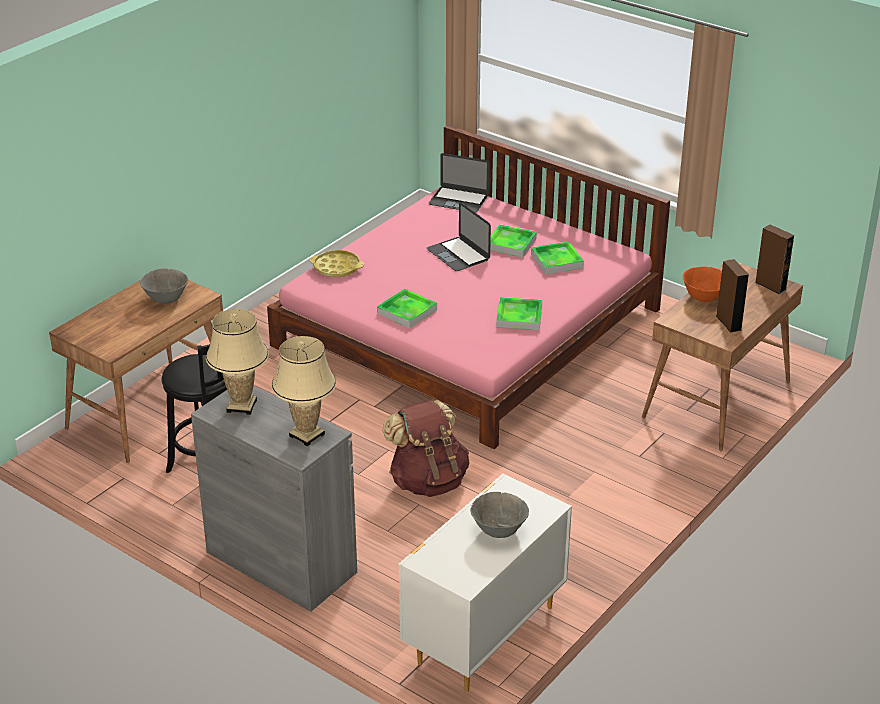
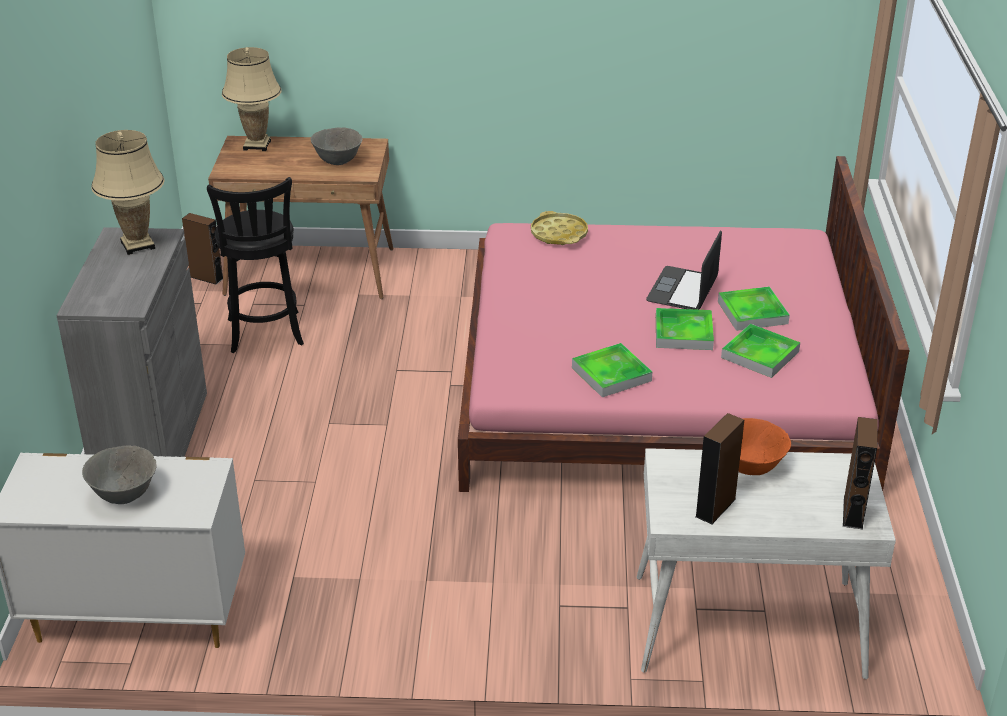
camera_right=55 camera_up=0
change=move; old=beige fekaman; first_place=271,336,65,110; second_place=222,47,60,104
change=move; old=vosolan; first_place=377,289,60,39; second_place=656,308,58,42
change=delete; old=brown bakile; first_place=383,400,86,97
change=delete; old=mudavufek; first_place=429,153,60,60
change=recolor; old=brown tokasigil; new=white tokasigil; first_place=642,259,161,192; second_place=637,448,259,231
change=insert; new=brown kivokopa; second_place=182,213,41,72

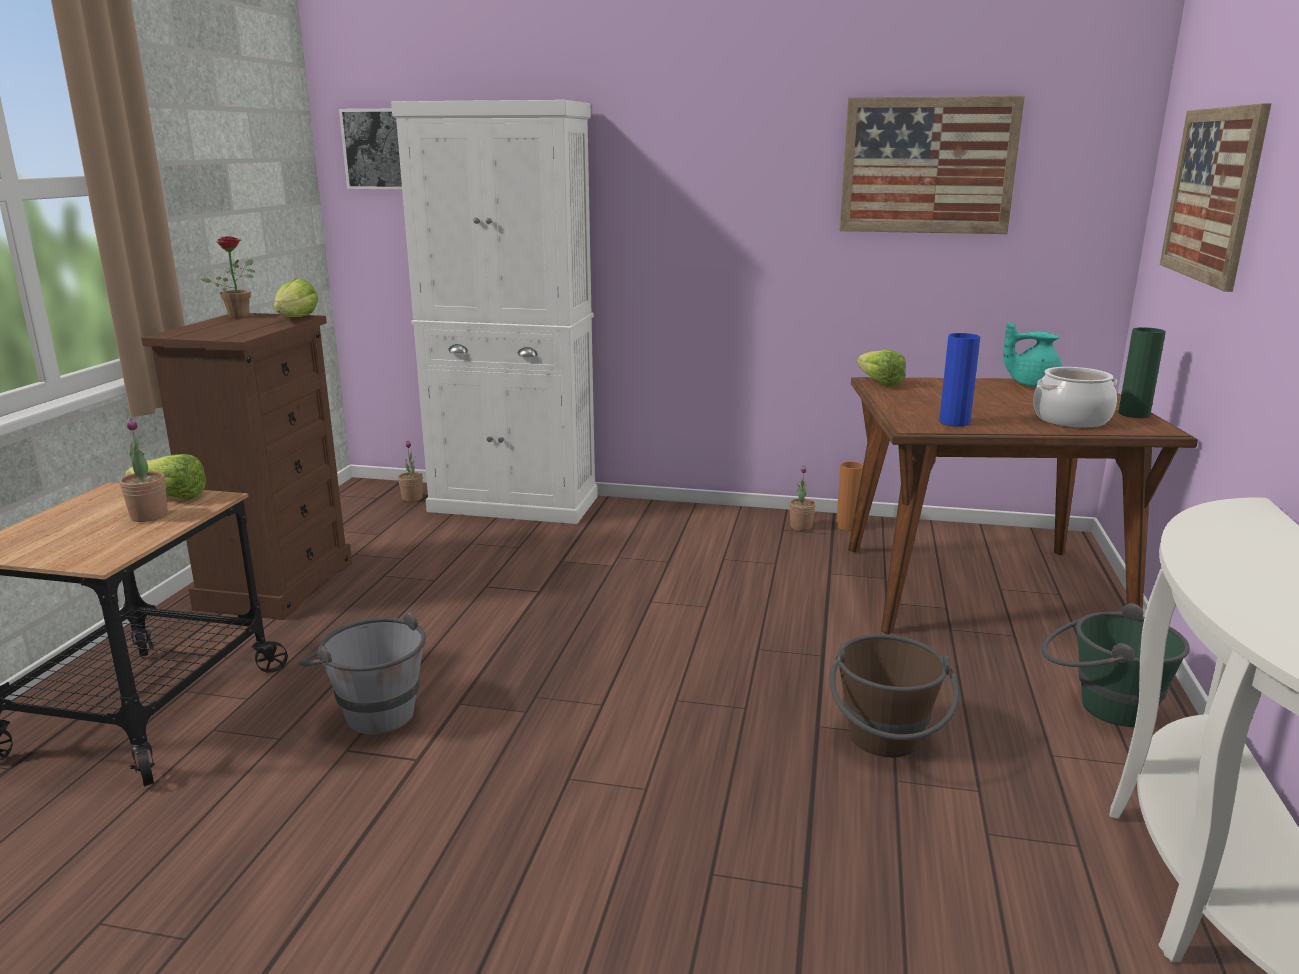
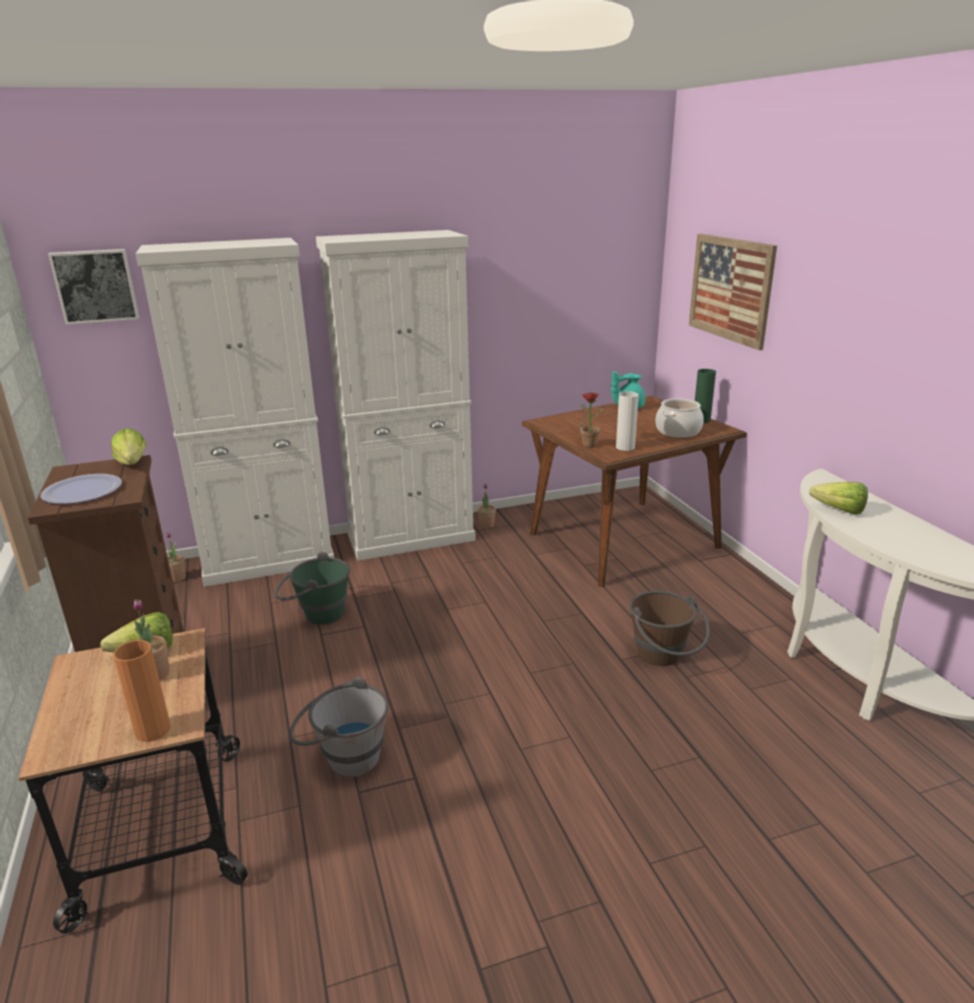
camera_right=-30 camera_up=5
change=move; old=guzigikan; first_place=201,236,55,83; second_place=580,392,24,56
change=move; old=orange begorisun; first_place=836,461,27,70; second_place=113,640,58,102
change=delete; old=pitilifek; first_place=839,96,186,138
change=move; old=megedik; first_place=857,350,49,37; second_place=809,482,59,33
change=recolor; old=blue begorisun; new=white begorisun; first_place=939,333,41,94; second_place=616,391,23,60
change=move; old=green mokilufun; first_place=1041,603,149,124; second_place=275,552,75,72
change=insert; new=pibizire; second_place=40,474,82,30
change=insert; new=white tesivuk; second_place=316,230,160,331

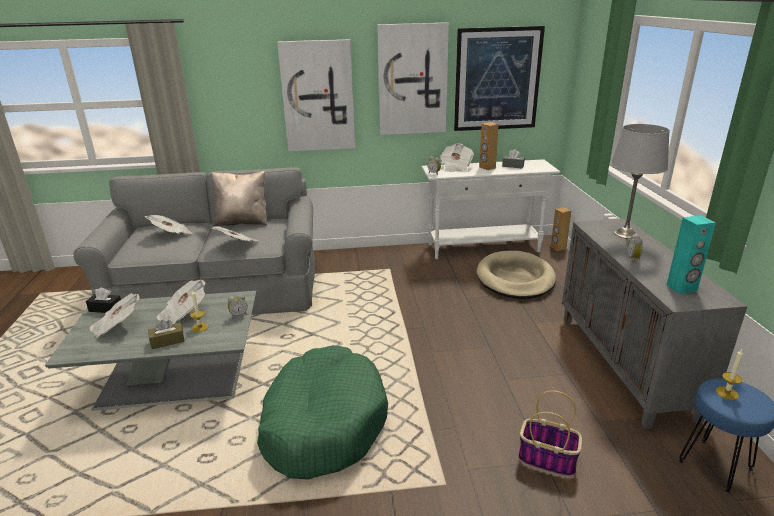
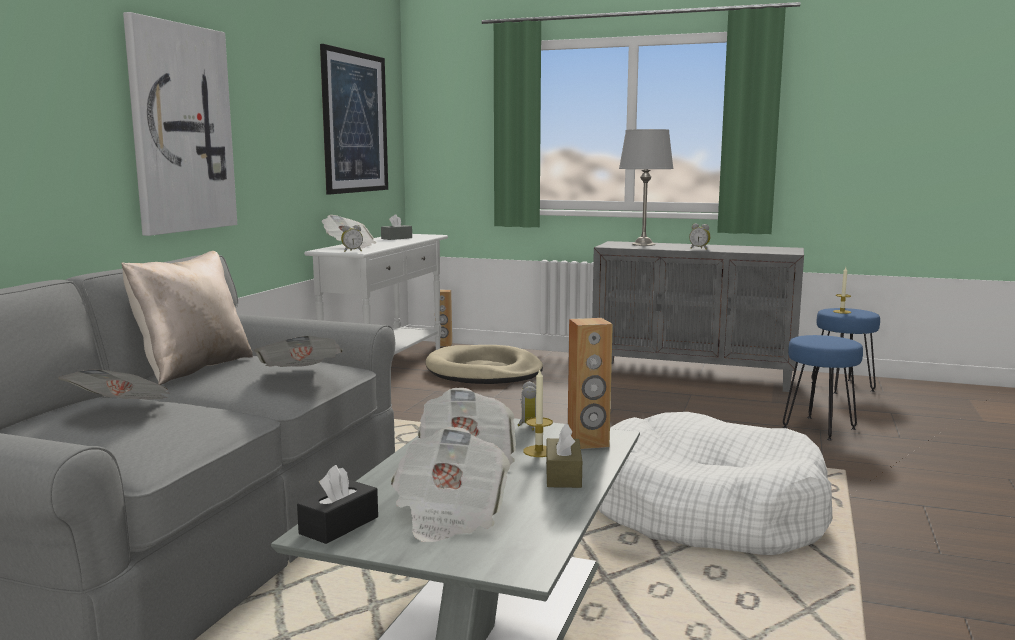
camera_right=-65 camera_up=-15
change=recolor; old=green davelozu; new=white davelozu; first_place=257,345,131,135; second_place=598,412,234,143
change=delete; old=pitilifek; first_place=377,22,72,113
change=move; old=brown kivokopa; first_place=479,122,20,48; second_place=568,318,45,131
change=replace; old=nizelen; new=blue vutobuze; first_place=519,390,63,87; second_place=783,335,80,105
change=delete; old=turquoise kivokopa; first_place=667,215,49,79

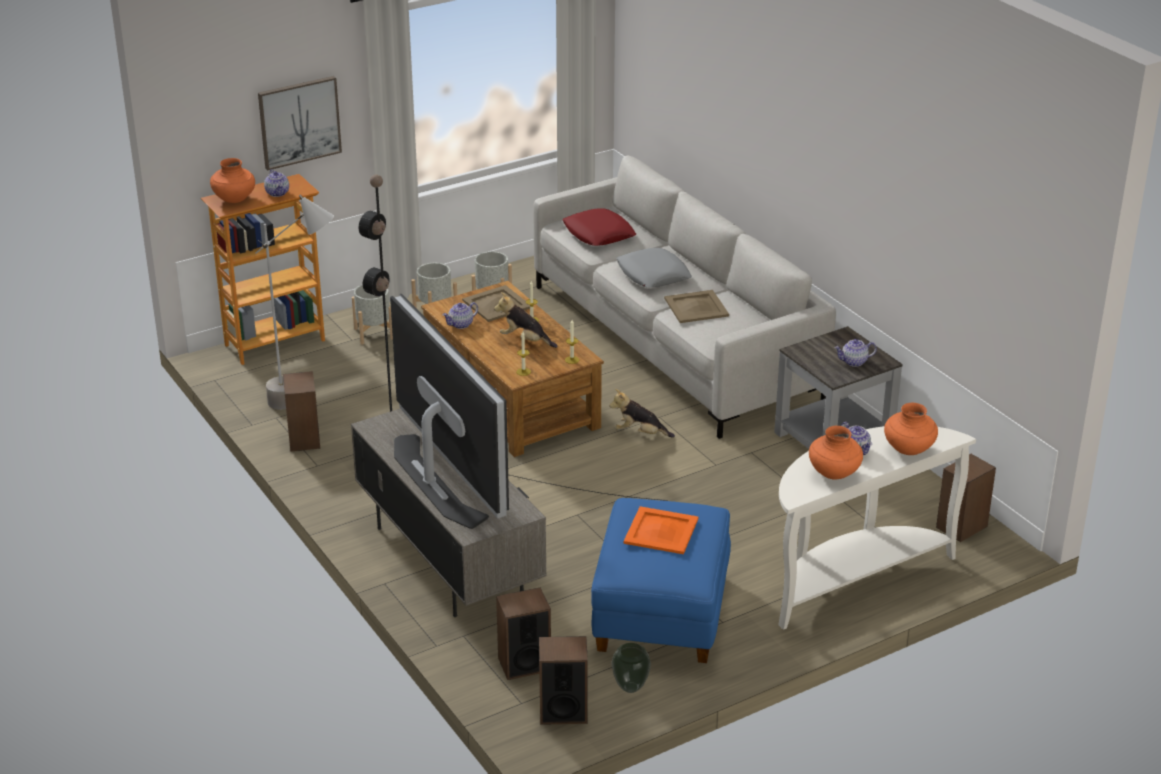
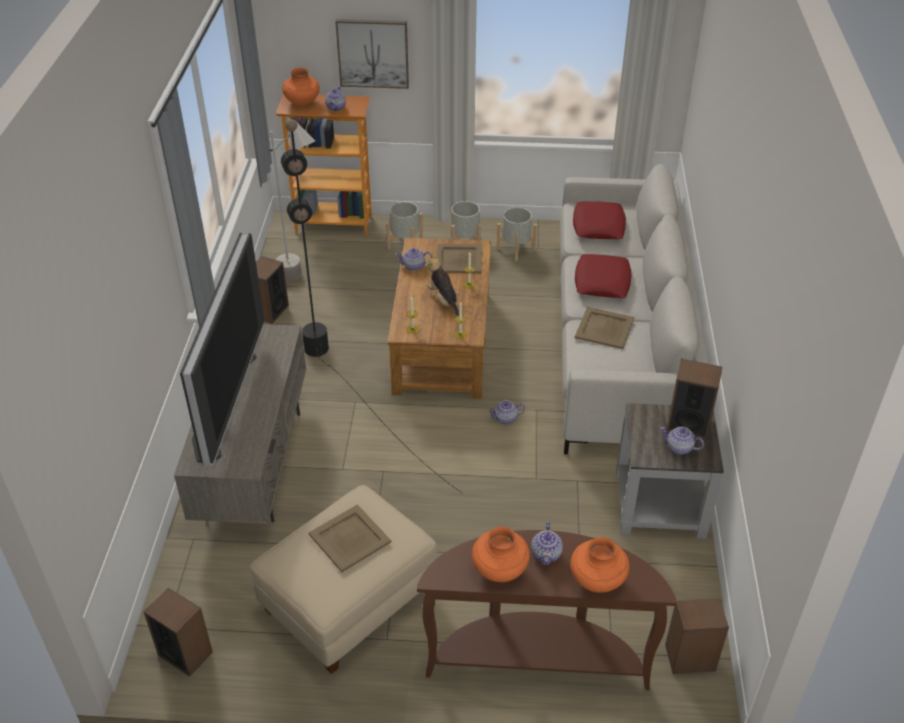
camera_right=35 camera_up=10
change=move; old=kivokopa; first_place=496,587,55,93; second_place=667,359,55,80
change=recolor; old=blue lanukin; new=beige lanukin; first_place=591,498,140,165; second_place=250,485,187,189
change=replace; old=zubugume; new=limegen; first_place=609,389,66,49; second_place=487,400,38,24
change=delete; old=begorisun; first_place=611,643,40,50
change=recolor; old=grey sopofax; new=red sopofax; first_place=617,248,75,40; second_place=575,254,56,44
change=recolor; old=orange vosolan; new=beige vosolan; first_place=624,506,74,48; second_place=309,504,82,68
change=recolor; old=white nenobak; new=brown nenobak; first_place=778,426,198,204; second_place=417,530,260,160

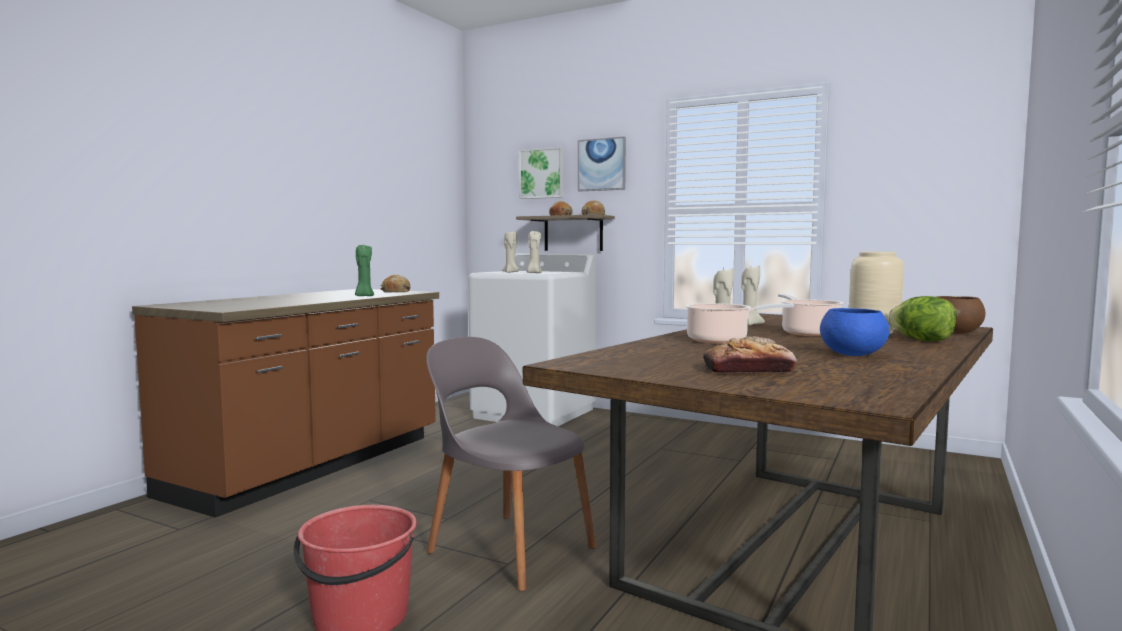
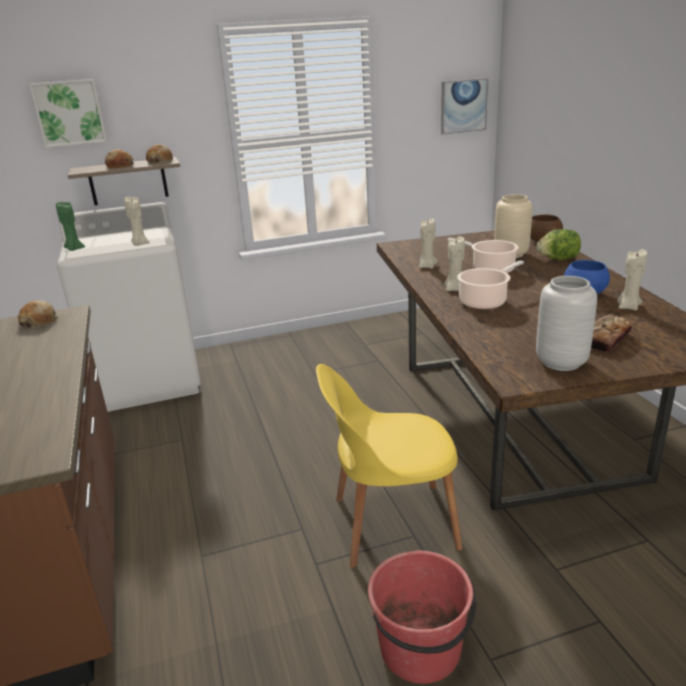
camera_right=-45 camera_up=20
change=move; old=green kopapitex; first_place=355,244,19,52; second_place=56,202,29,49
change=recolor; old=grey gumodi; new=yellow gumodi; first_place=426,337,171,254; second_place=316,364,147,204
change=move; old=beige kopapitex; first_place=502,231,17,42; second_place=617,249,31,62
change=move; old=pitilifek; first_place=578,137,48,55; second_place=441,78,47,57
change=insert; new=grey begorisun; second_place=536,276,61,95

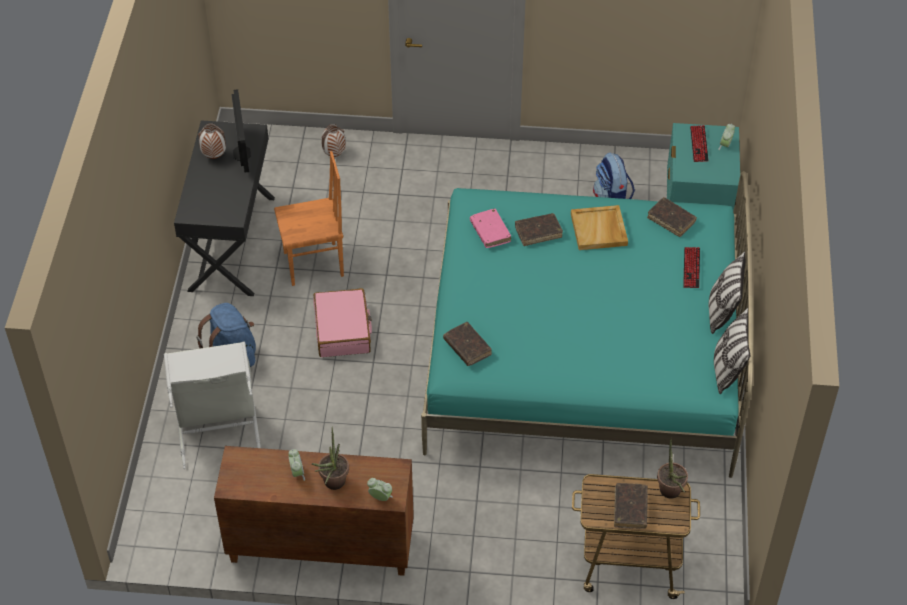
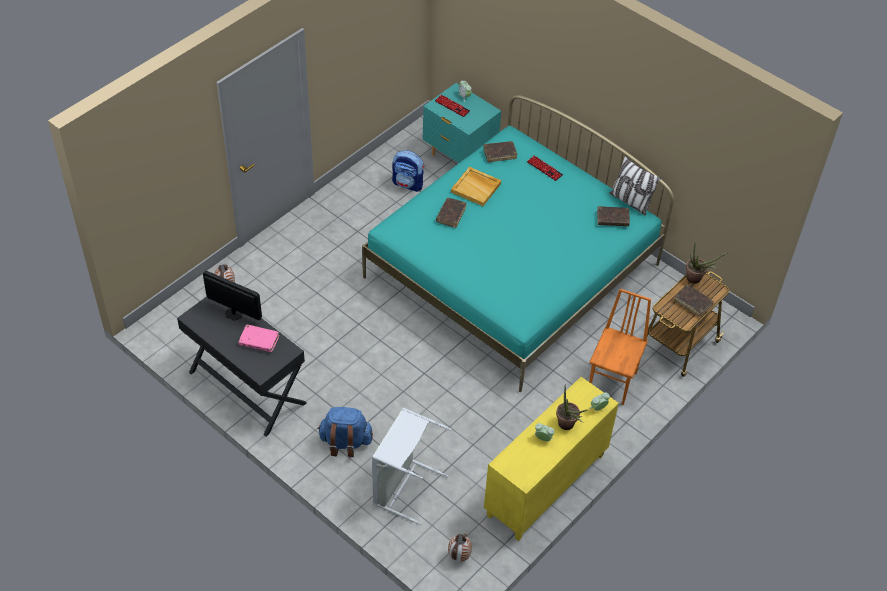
camera_right=-55 camera_up=0
change=move; old=begorisun; first_place=198,123,28,36; second_place=448,534,24,28
change=recolor; old=brown tesivuk; new=yellow tesivuk; first_place=214,446,200,130; second_place=484,377,135,164
change=move; old=orange gumodi; first_place=274,151,70,135; second_place=589,289,62,116
change=delete; old=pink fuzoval; first_place=313,288,59,69
change=move; old=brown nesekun; first_place=443,322,49,44; second_place=597,206,33,20
change=move; old=pink nesekun; first_place=470,208,41,40; second_place=239,325,40,27
change=delete; old=sopofax; first_place=709,251,36,83

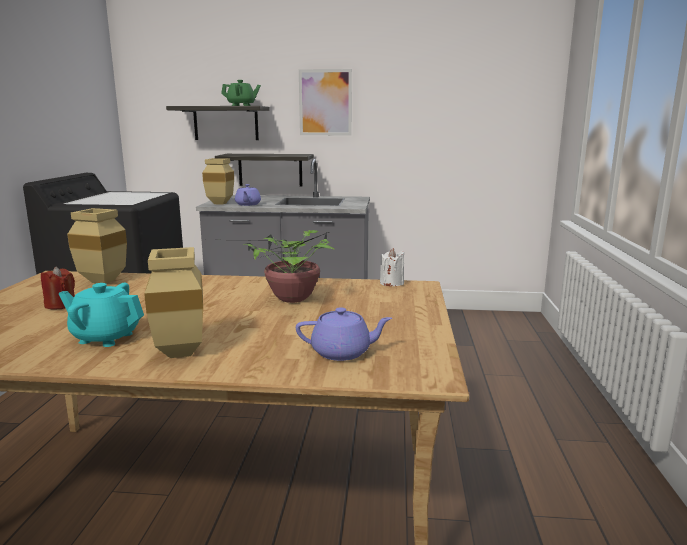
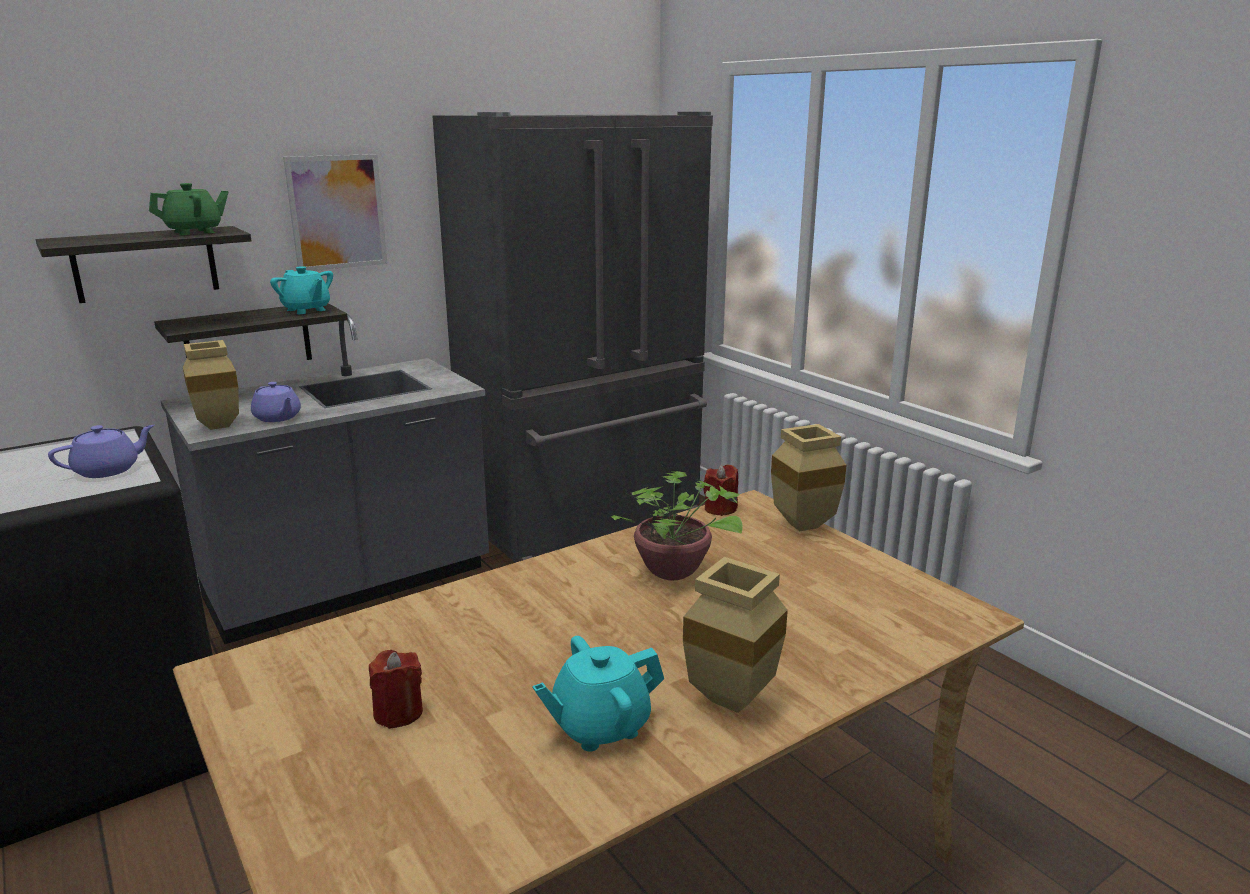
camera_right=-40 camera_up=5
change=move; old=beige begorisun; first_place=67,208,60,76; second_place=771,424,75,107
change=move; old=purple limegen; first_place=296,307,96,54; second_place=48,425,107,53
change=recolor; old=white kopapitex; new=red kopapitex; first_place=380,248,24,38; second_place=703,464,35,52
change=insert; new=turquoise limegen; second_place=270,266,63,48
change=insert; new=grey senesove; second_place=432,112,281,451

